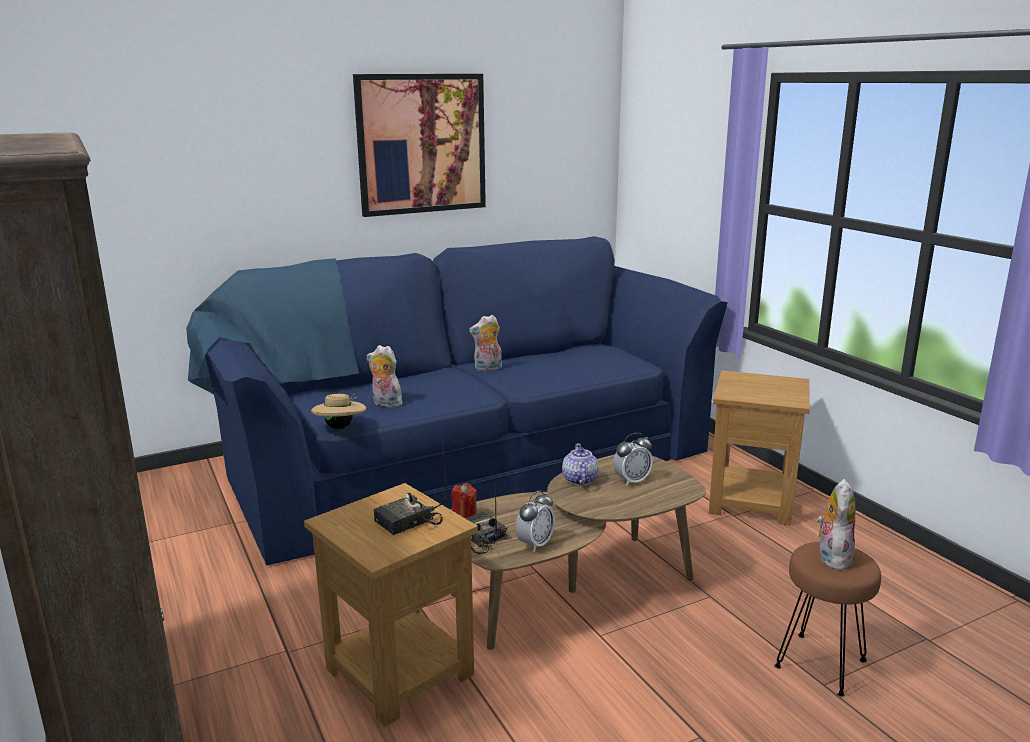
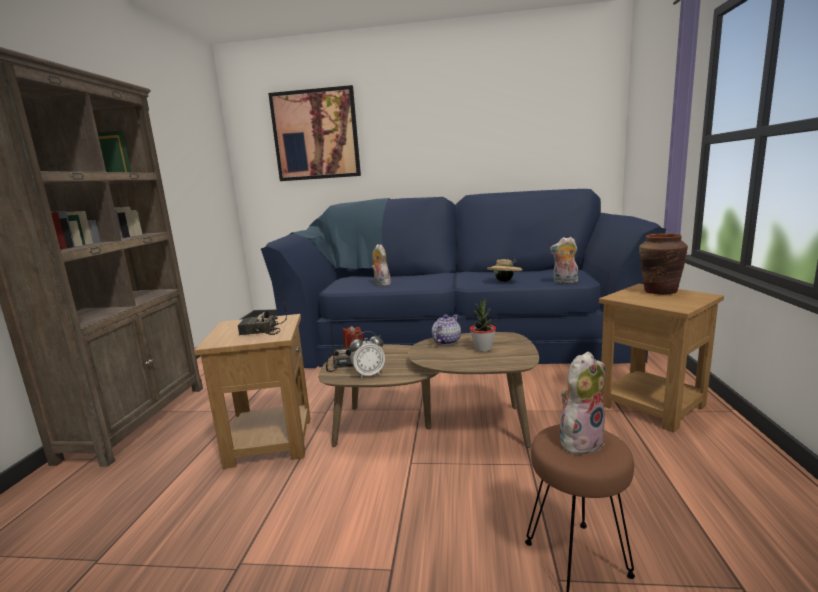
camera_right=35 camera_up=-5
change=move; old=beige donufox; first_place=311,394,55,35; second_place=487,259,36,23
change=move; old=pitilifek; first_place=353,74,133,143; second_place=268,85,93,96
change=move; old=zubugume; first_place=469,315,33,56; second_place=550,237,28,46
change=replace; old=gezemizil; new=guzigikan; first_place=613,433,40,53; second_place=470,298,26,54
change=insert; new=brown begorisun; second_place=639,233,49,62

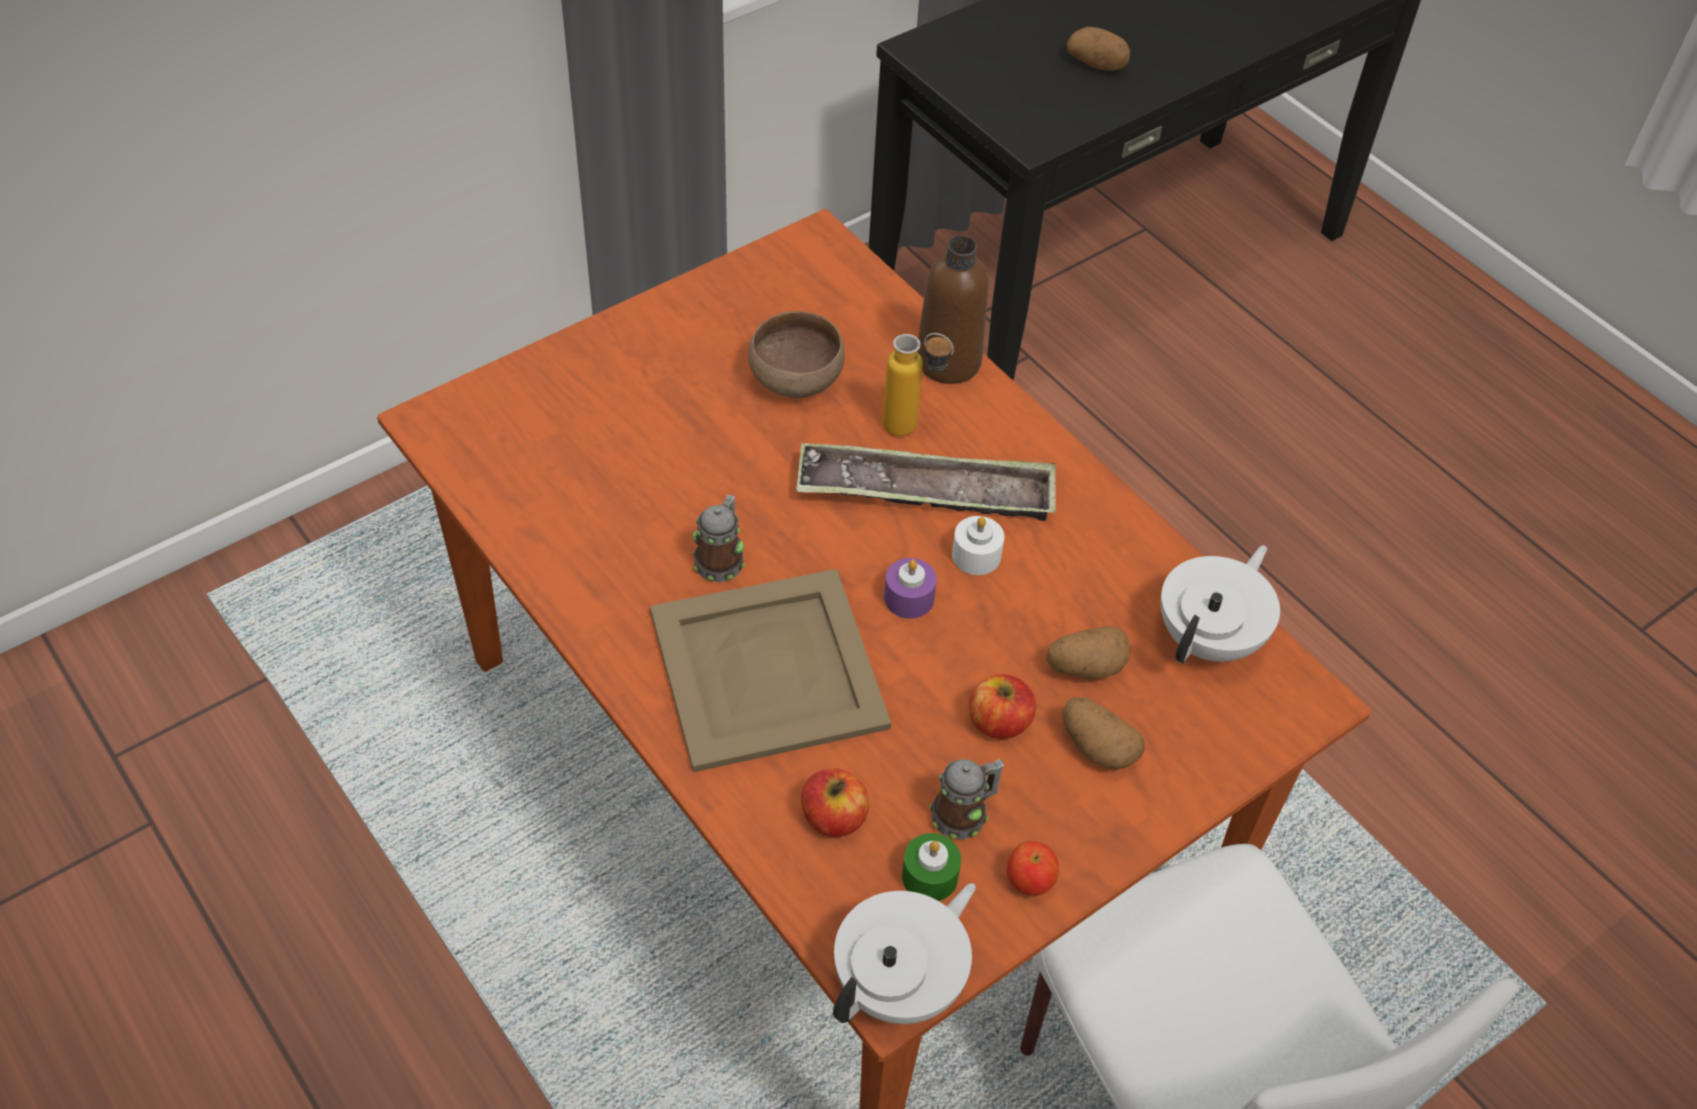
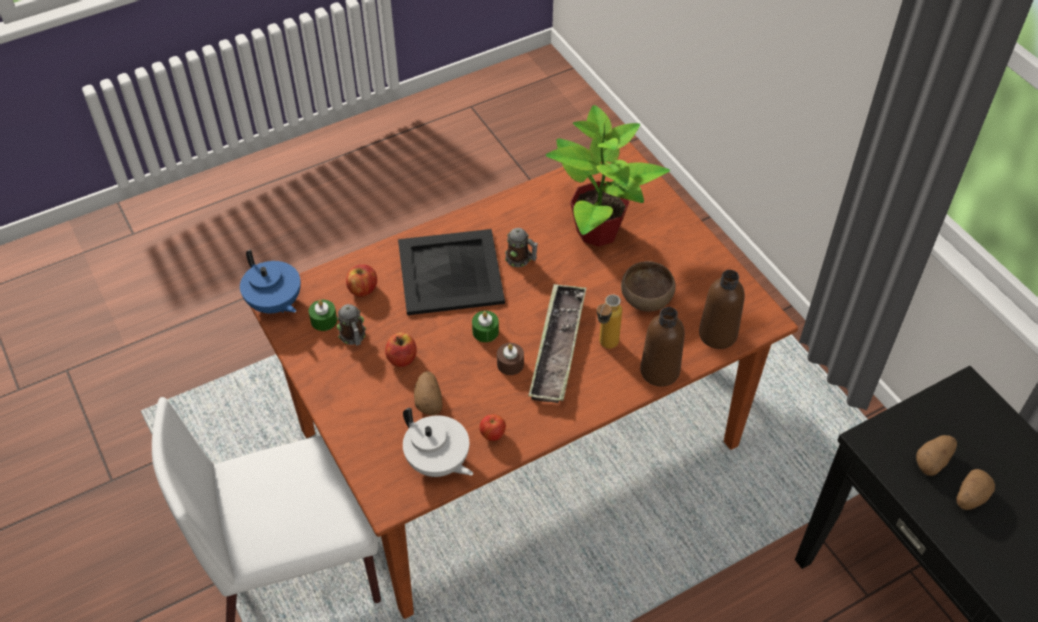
camera_right=100 camera_up=0
change=recolor; old=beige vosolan; new=black vosolan; first_place=650,569,241,203; second_place=398,229,107,86
change=recolor; old=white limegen; new=blue limegen; first_place=833,883,143,141; second_place=240,250,61,64
change=recolor; old=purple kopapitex; new=green kopapitex; first_place=884,558,53,61; second_place=472,311,27,31
change=recolor; old=white kopapitex; new=brown kopapitex; first_place=952,516,52,59; second_place=497,343,27,32
change=move; old=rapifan; first_place=1007,841,52,55; second_place=480,414,26,27
change=move; old=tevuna; first_place=1062,697,83,72; second_place=916,435,41,41
change=insert; new=guzigikan; second_place=545,105,125,142
change=insert; new=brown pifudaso; second_place=699,270,46,79

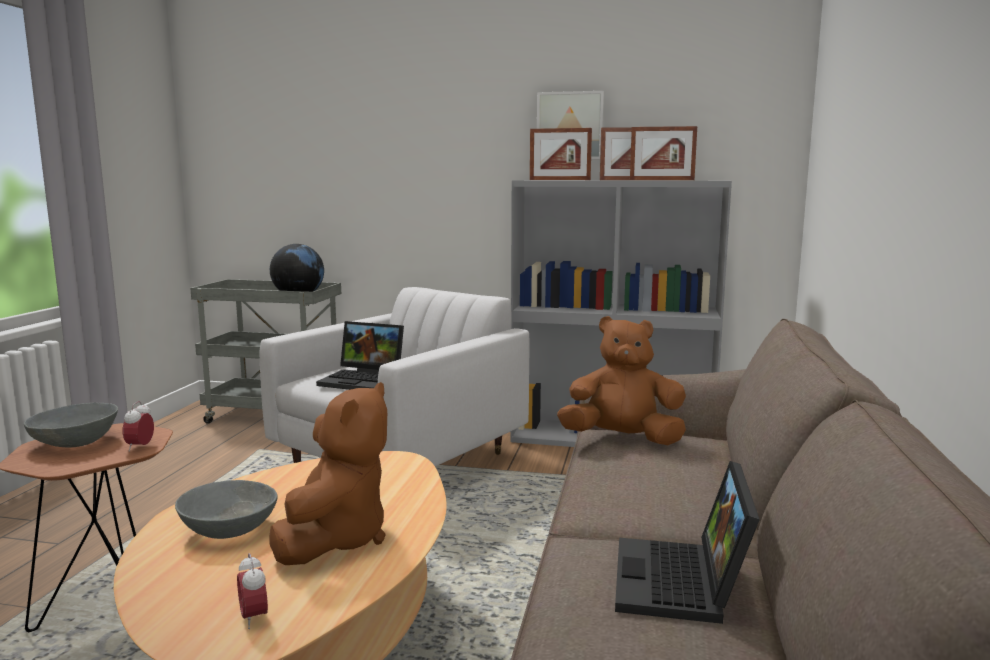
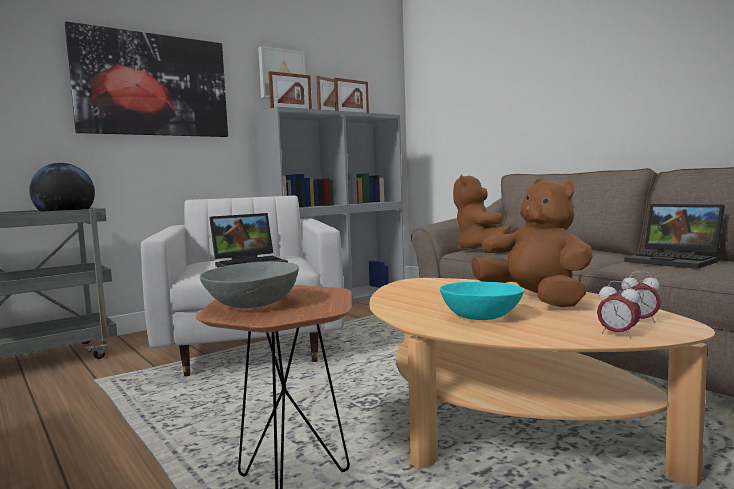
camera_right=-50 camera_up=-5
change=move; old=gezemizil; first_place=123,401,31,51; second_place=597,281,44,57
change=recolor; old=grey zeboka; new=turquoise zeboka; first_place=175,480,103,59; second_place=440,281,84,39
change=rotate; old=brown zubugume; first_place=557,316,129,129; second_place=453,175,58,76; degrees=-45
change=insert; new=pitilifek; second_place=65,21,163,116

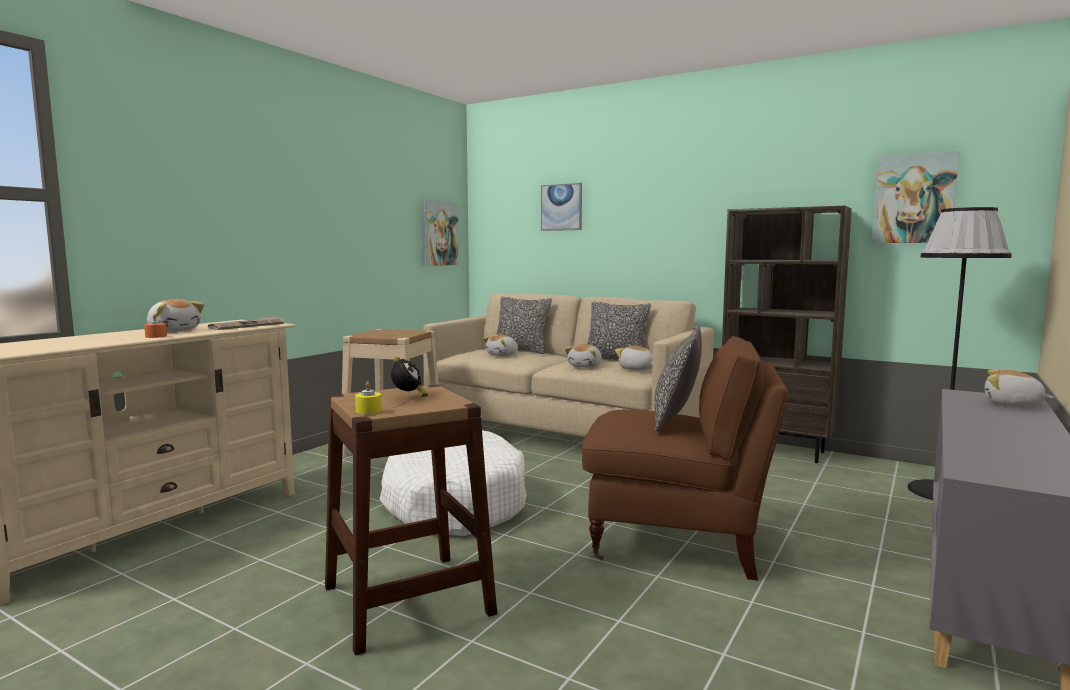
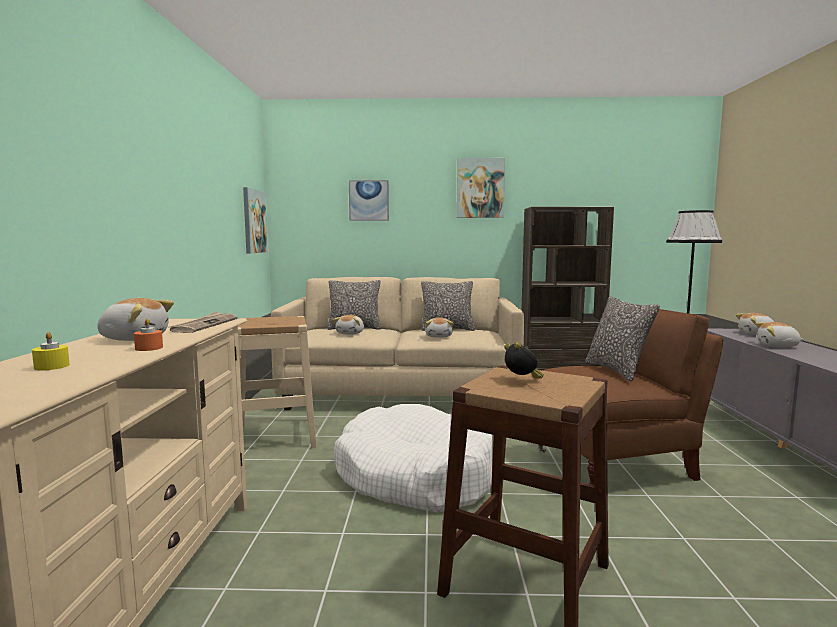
camera_right=-30 camera_up=0
change=move; old=yellow kopapitex; first_place=355,381,27,33; second_place=32,332,38,38
change=move; old=zubugume; first_place=615,345,38,25; second_place=755,322,50,25
change=move; old=pitilifek; first_place=871,151,89,92; second_place=457,158,48,60

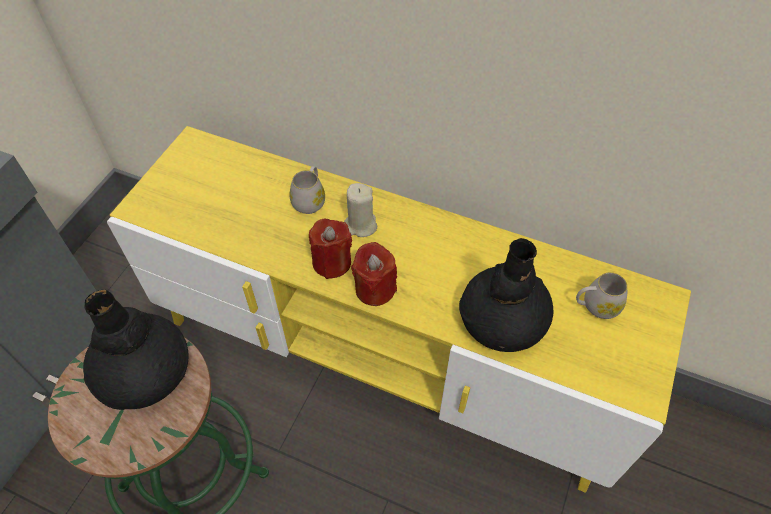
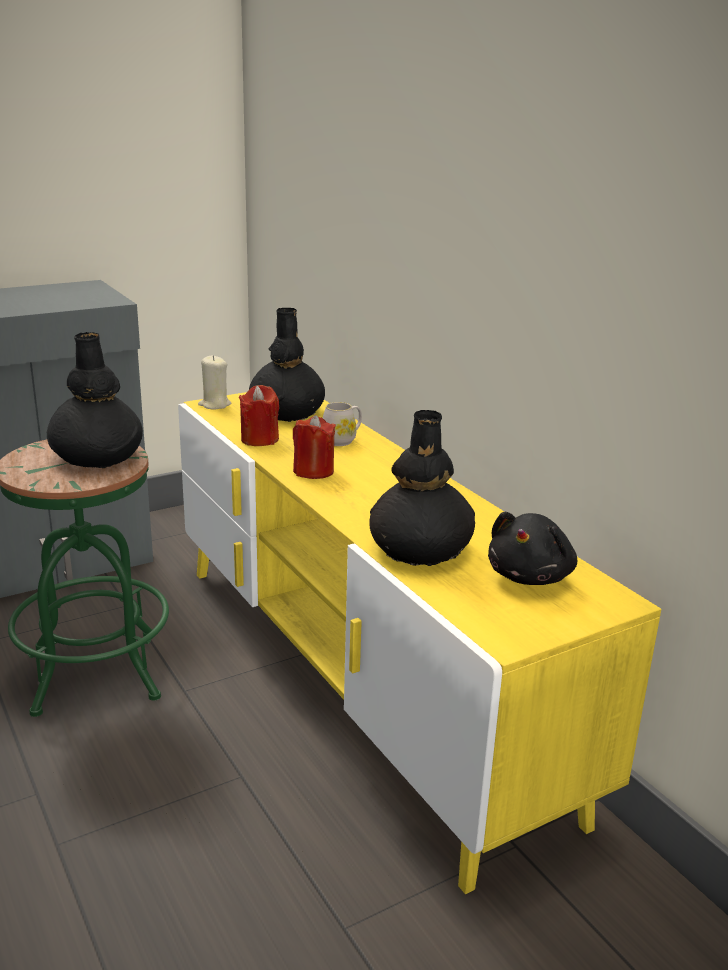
camera_right=35 camera_up=-30
change=move; old=beige kopapitex; first_place=344,183,33,54; second_place=198,355,33,54
change=move; old=red kopapitex; first_place=351,242,46,64; second_place=239,385,40,61
change=replace; old=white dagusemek; new=black zubugume; first_place=576,272,51,47; second_place=488,512,89,73
change=insert; new=black begorisun; second_place=249,308,76,114

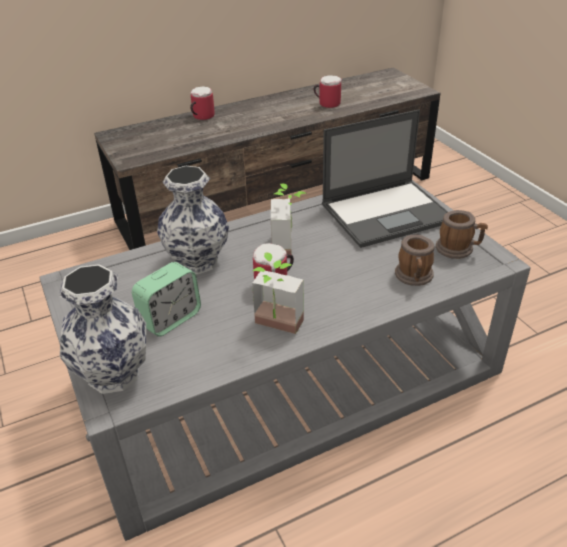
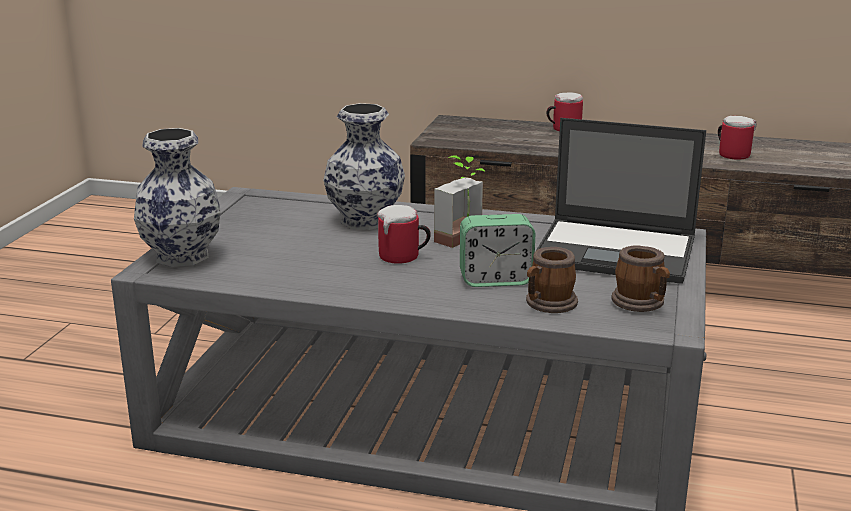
camera_right=40 camera_up=-15
change=move; old=gezemizil; first_place=132,262,69,75; second_place=460,214,75,73
change=delete; old=guzigikan; first_place=252,253,52,81

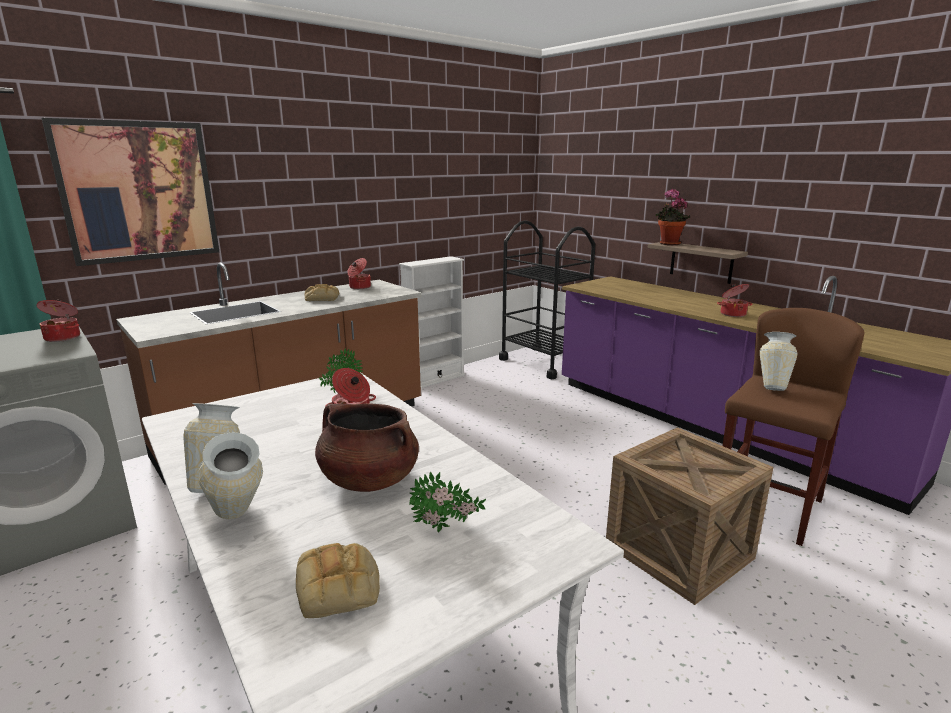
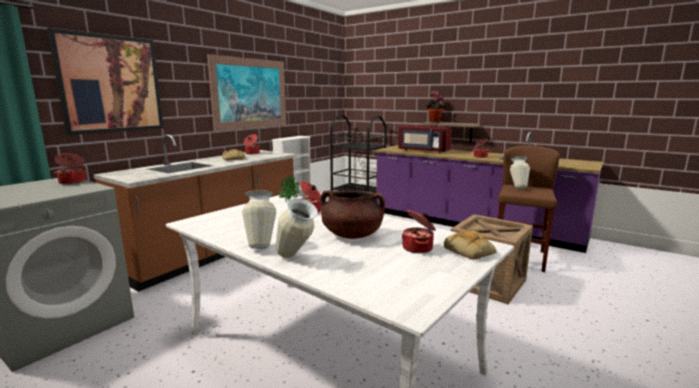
camera_right=-15 camera_up=-5
change=move; old=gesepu; first_place=296,543,84,76; second_place=444,230,53,30
change=replace; old=guzigikan; new=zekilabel; first_place=409,471,77,61; second_place=402,210,34,43
change=insert; new=pitilifek; second_place=207,54,79,77
change=insert; new=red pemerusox; second_place=398,125,54,28

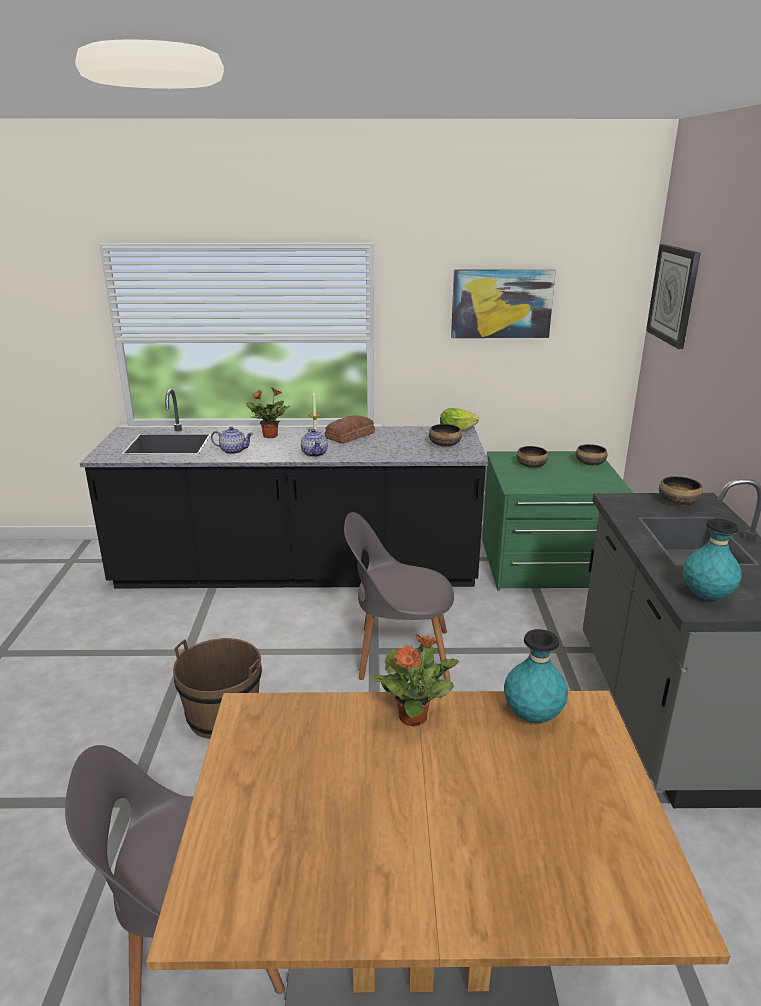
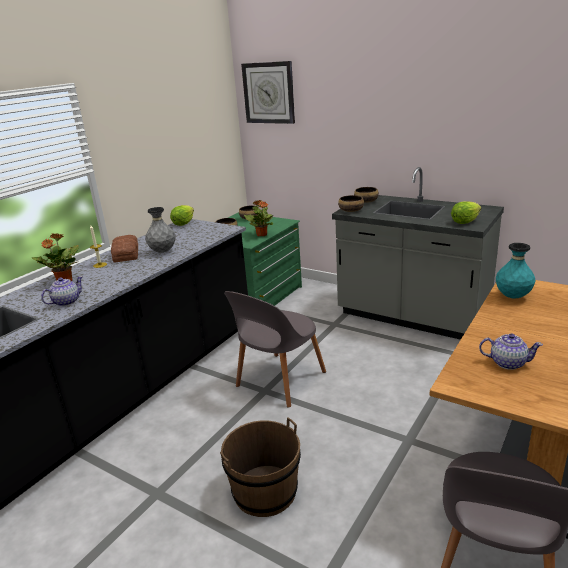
camera_right=-55 camera_up=0
change=move; old=limegen; first_place=301,429,27,28; second_place=479,333,64,37
change=move; old=guzigikan; first_place=373,634,86,93; second_place=244,200,30,37
change=move; old=zeboka; first_place=429,424,33,23; second_place=338,195,26,17
change=delete; old=pitilifek; first_place=451,269,105,69
change=replace; old=turquoise begorisun; new=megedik; first_place=683,519,59,81; second_place=451,201,30,23
change=insert; new=grey begorisun; second_place=145,207,31,46

